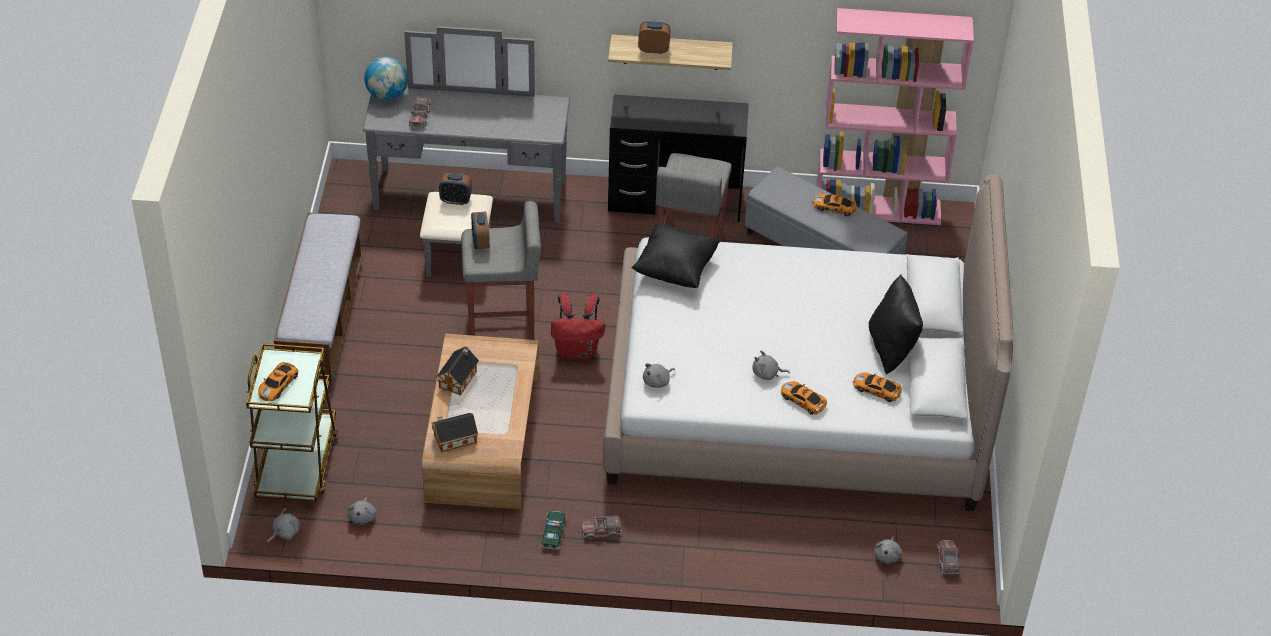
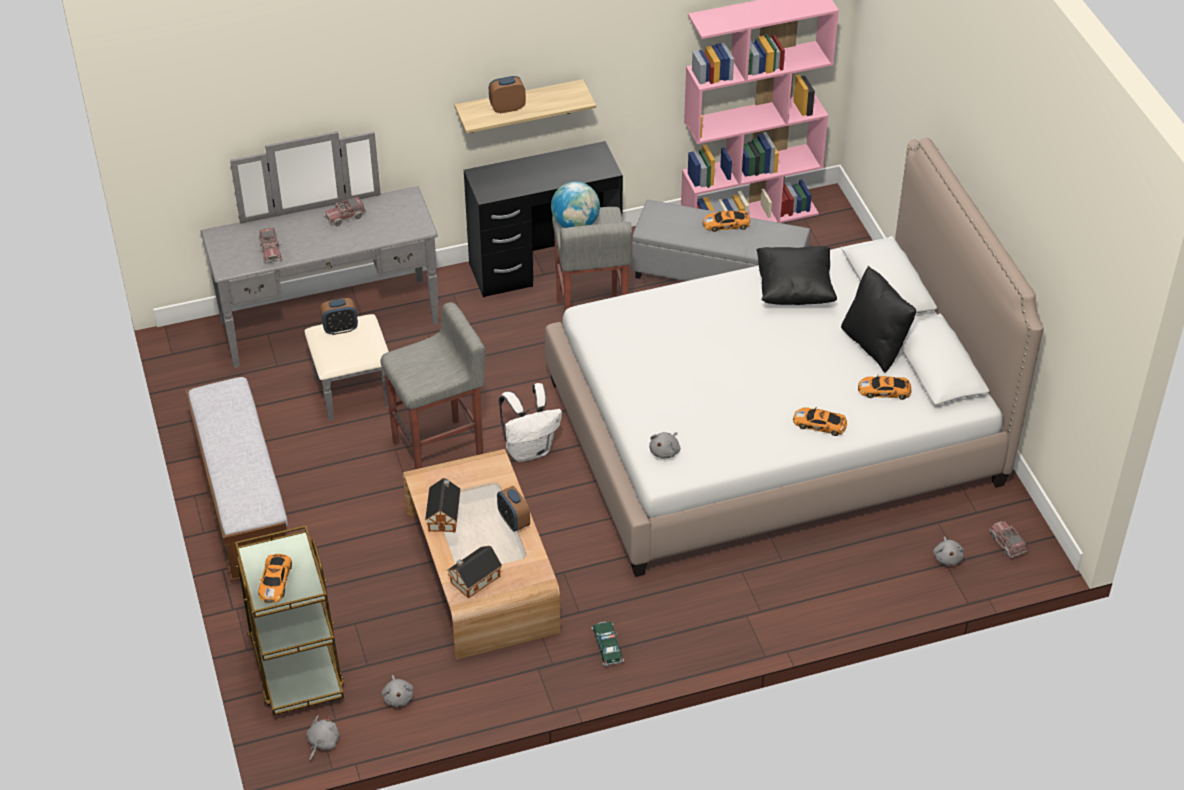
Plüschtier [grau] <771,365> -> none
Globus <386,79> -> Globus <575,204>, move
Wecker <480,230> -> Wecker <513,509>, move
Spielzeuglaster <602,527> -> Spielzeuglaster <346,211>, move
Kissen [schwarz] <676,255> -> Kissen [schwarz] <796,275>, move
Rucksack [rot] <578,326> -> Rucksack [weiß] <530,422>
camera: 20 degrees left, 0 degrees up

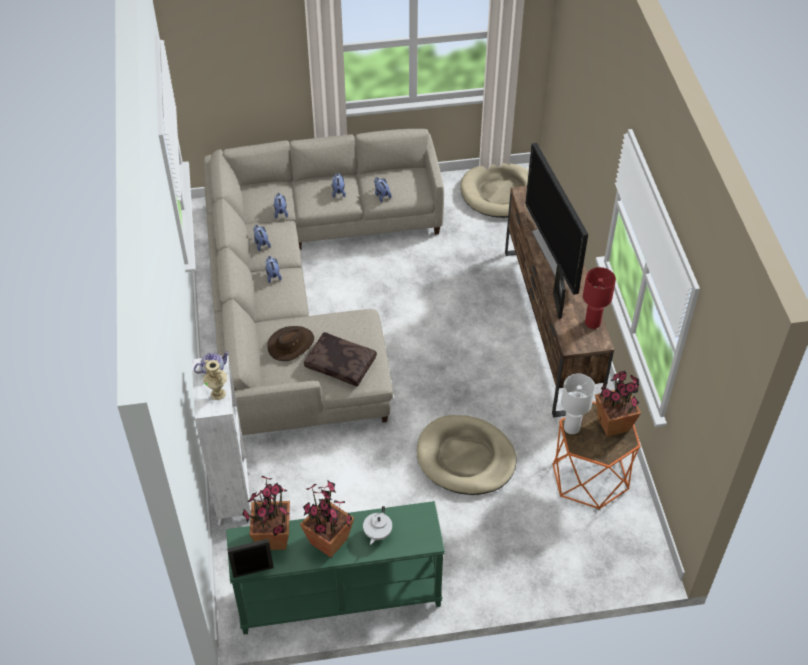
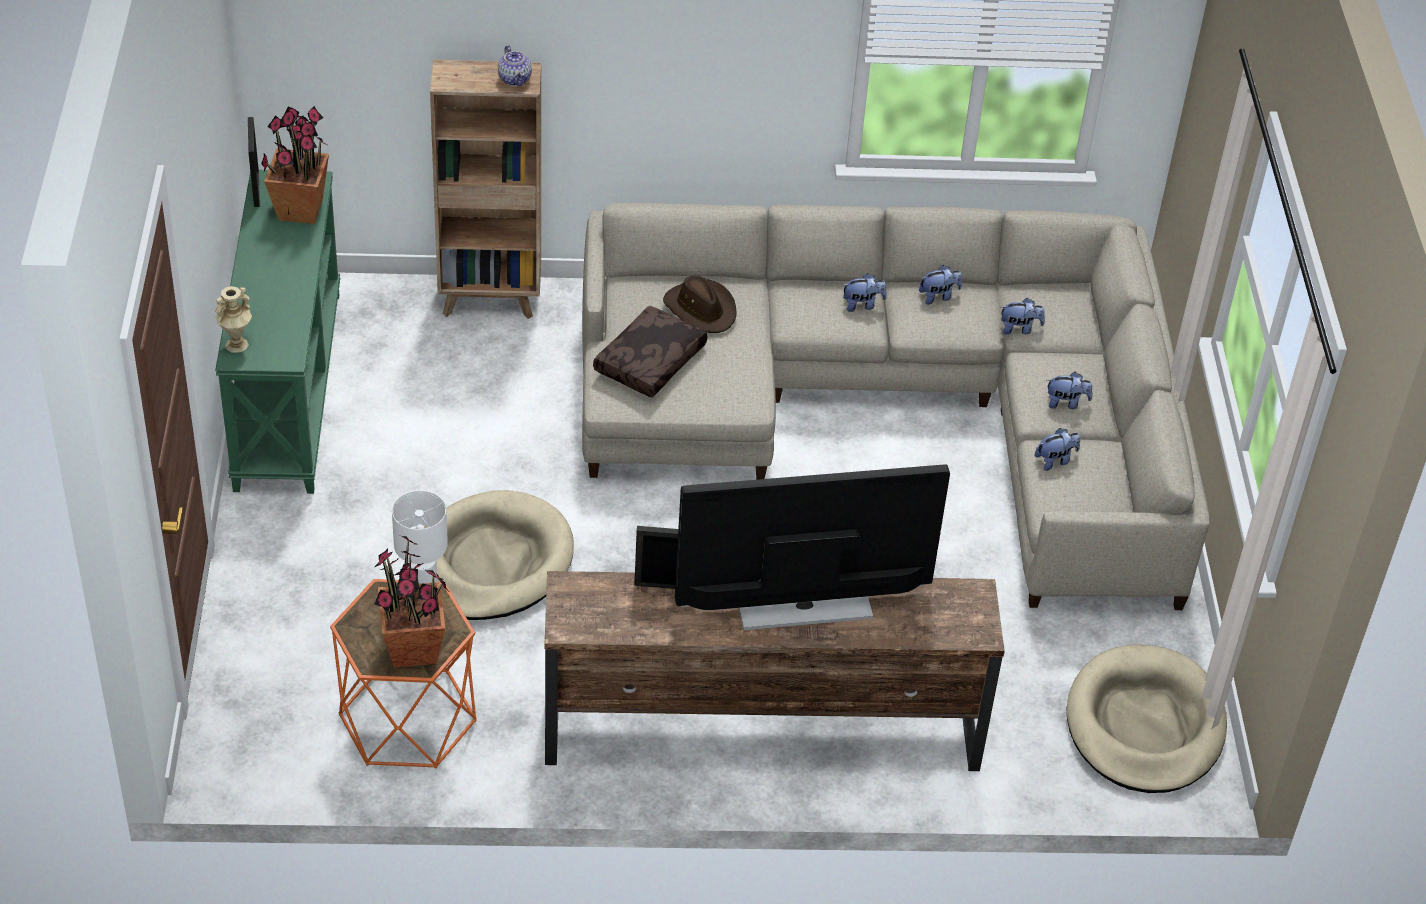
Topfpflanze <327,519> -> none
Teekanne [weiß] <377,525> -> none
Tischlampe [rot] <599,298> -> none
Vase [beige] <215,380> -> Vase [beige] <233,319>, move
Bücherregal [weiß] <221,440> -> Bücherregal [braun] <485,189>
camera: 95 degrees right, 5 degrees down

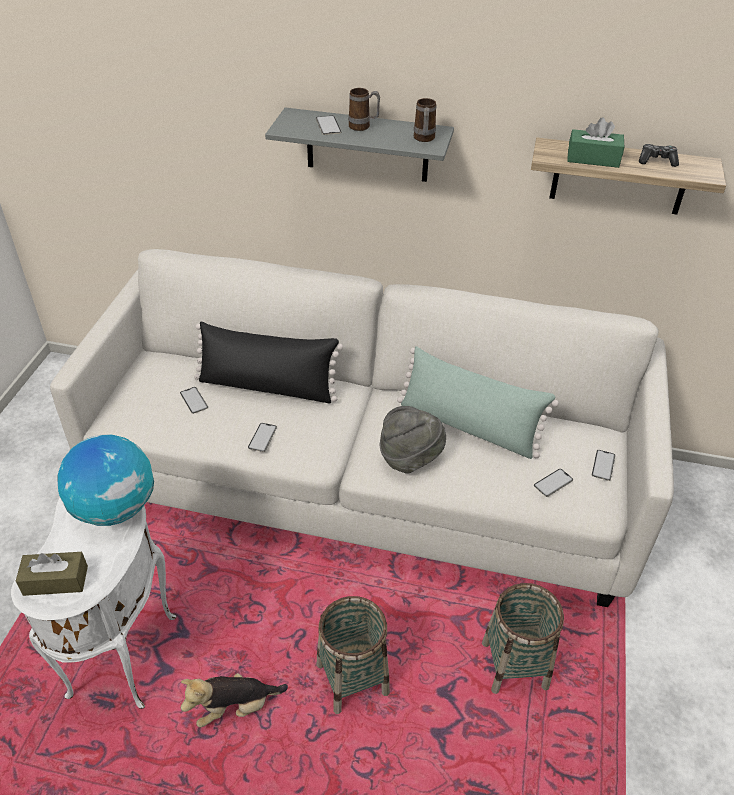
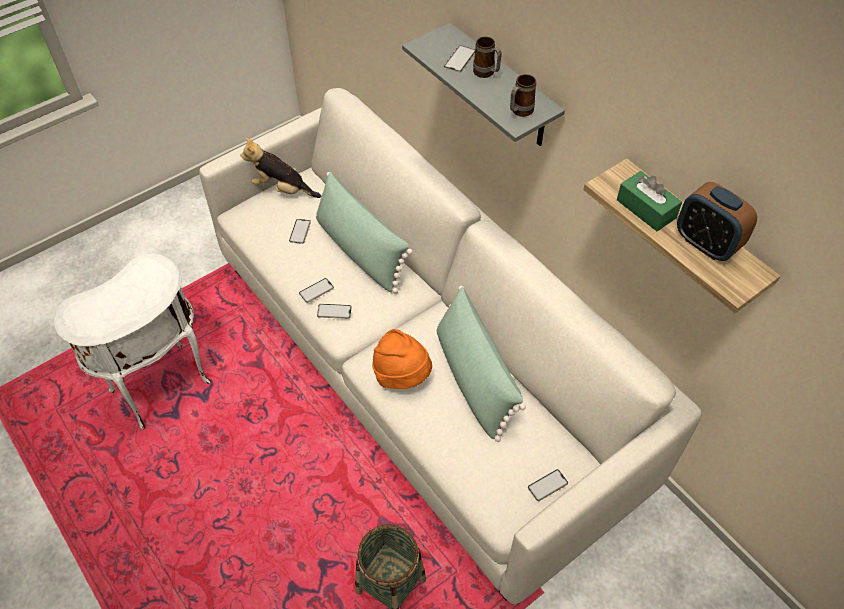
Taschentuchbox [braun] <52,574> -> none
Globus <105,480> -> none
Korb <353,655> -> none
Plüschtier <234,700> -> Plüschtier <280,168>, move
Handy <553,483> -> Handy <334,311>, move
Gamepad <659,155> -> Wecker <717,221>
Kissen [schwarz] <268,362> -> Kissen [grün] <364,232>
Hut [grau] <413,440> -> Hut [orange] <402,359>
camera: 40 degrees right, 10 degrees up

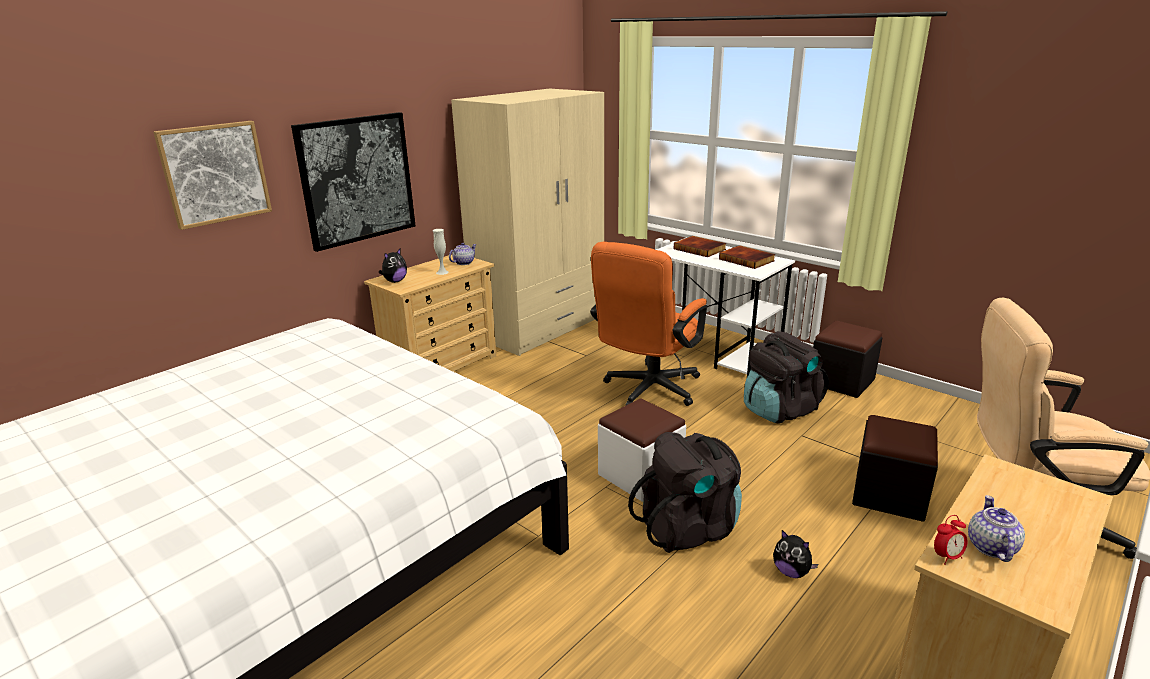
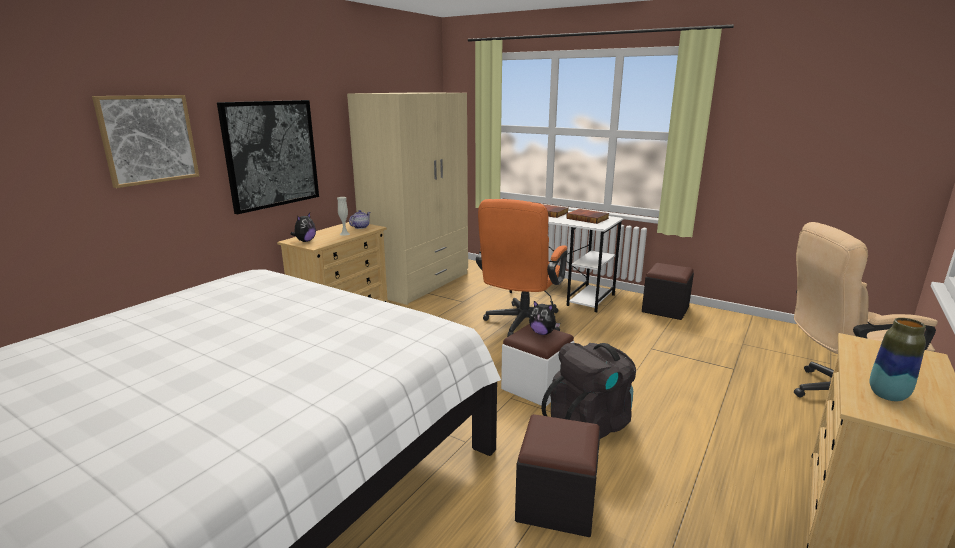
Rucksack [schwarz] <786,377> -> none
Wecker <951,540> -> none
Plüschtier <796,554> -> Plüschtier <544,318>, move
Polsterhocker [schwarz] <895,468> -> Polsterhocker [schwarz] <557,475>, move
Teekanne <996,528> -> Vase <897,359>
camera: 10 degrees left, 5 degrees down

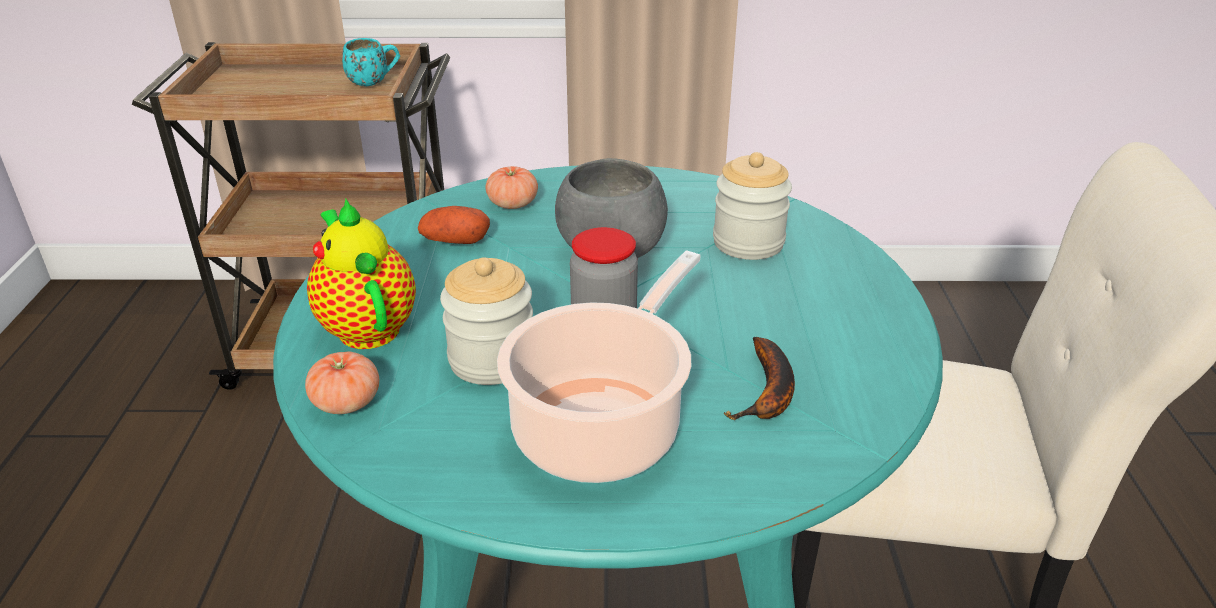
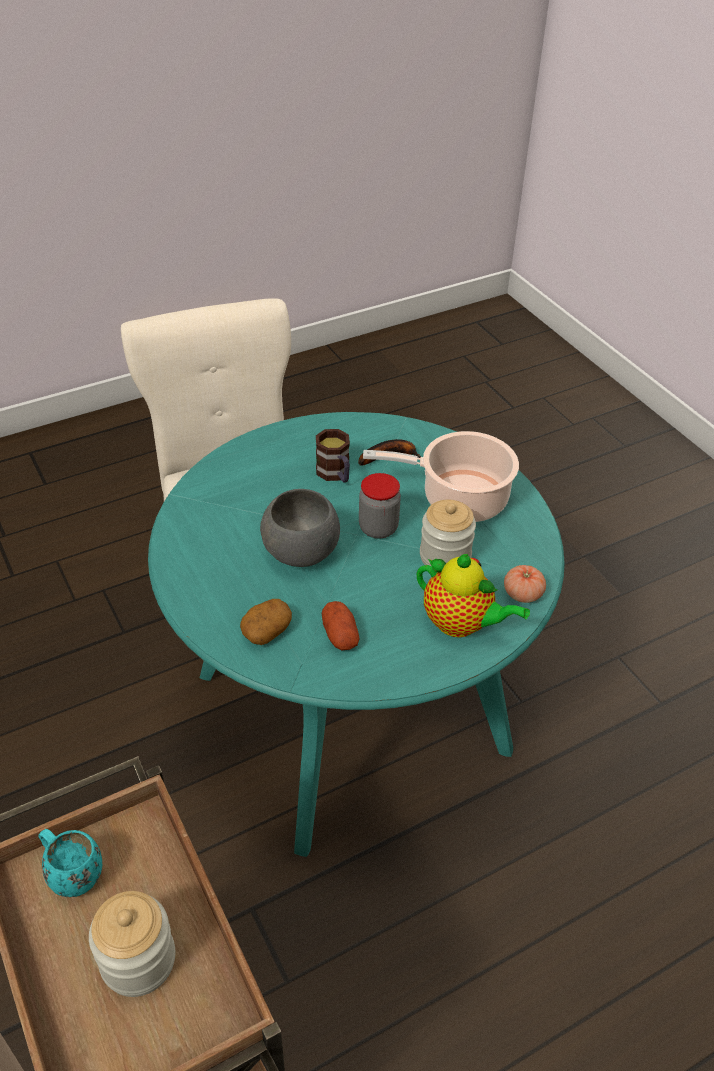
none -> Henkelbecher <333,456>
Vorratsglas <752,206> -> Vorratsglas <132,944>, move
Tomate <511,187> -> Kartoffel <266,622>
Teekanne <361,274> -> Teekanne <473,595>, 90 degrees counterclockwise
camera: 120 degrees left, 10 degrees up

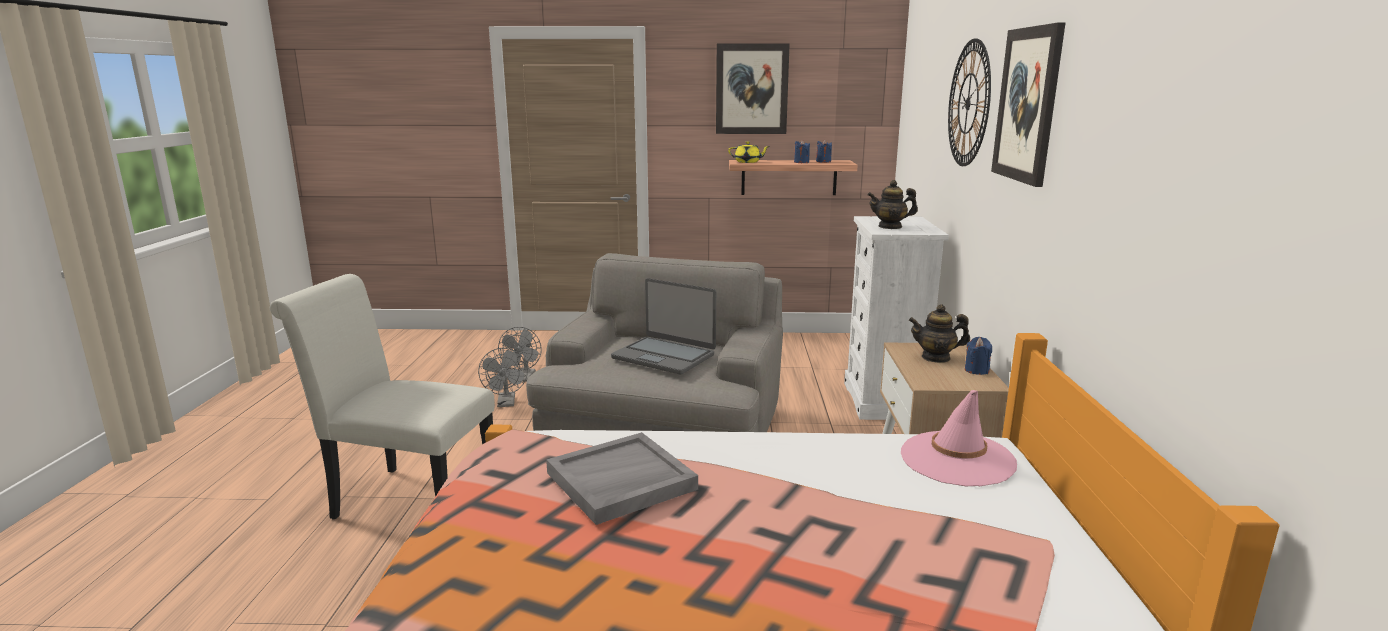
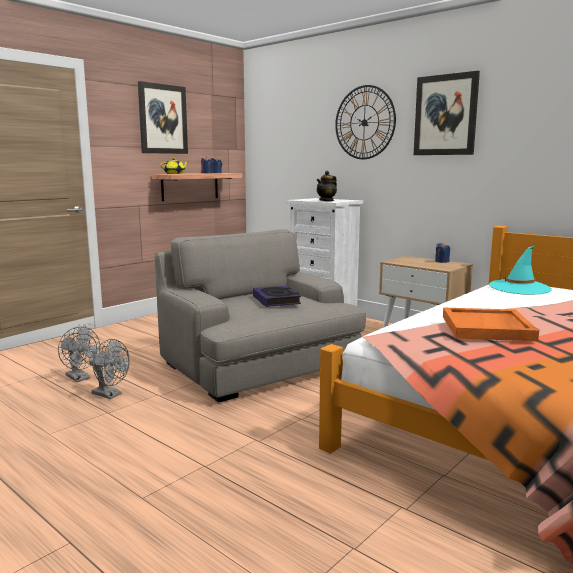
Stuhl [weiß] <382,396> -> none
Teekanne <939,333> -> none
Laptop <663,326> -> Buch <277,296>
Tablett [grau] <622,478> -> Tablett [orange] <491,324>
Hut [rosa] <959,438> -> Hut [türkis] <520,270>
camera: 50 degrees left, 5 degrees down

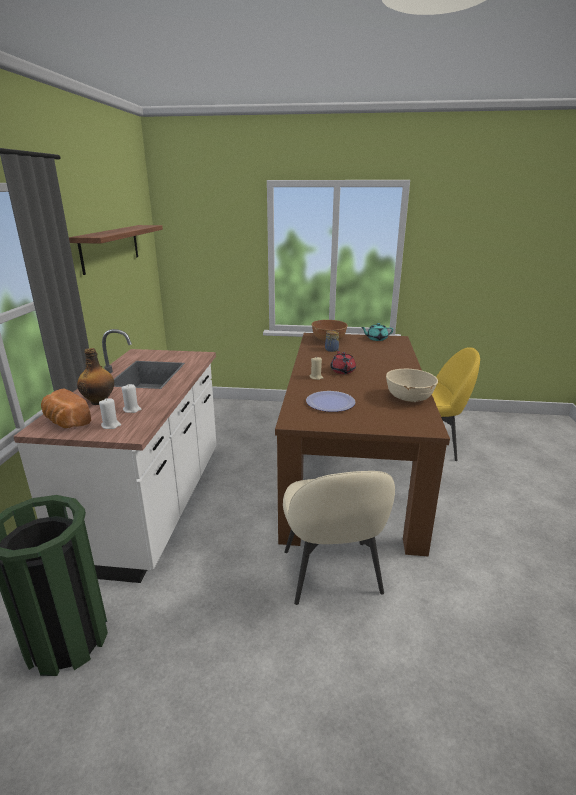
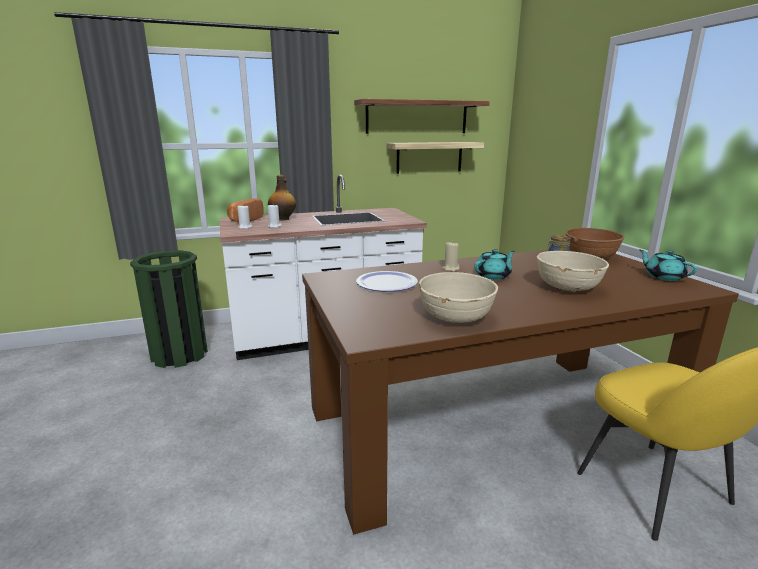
Stuhl [beige] <339,538> -> none
none -> Wandregal <435,158>
none -> Schüssel [beige] <573,272>
Teekanne [rot] <343,362> -> Teekanne [türkis] <494,264>
camera: 65 degrees right, 5 degrees down

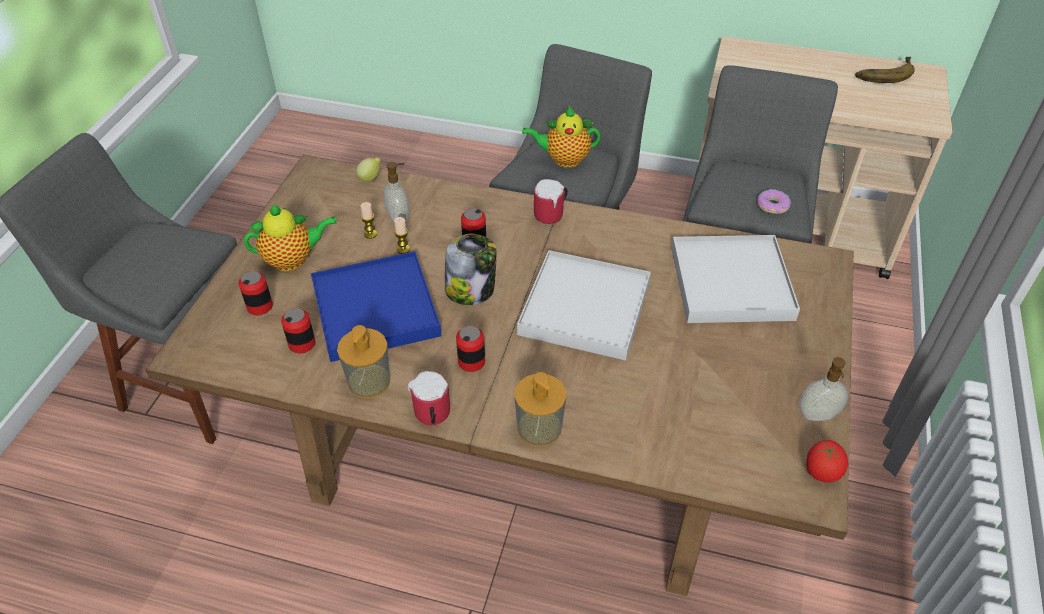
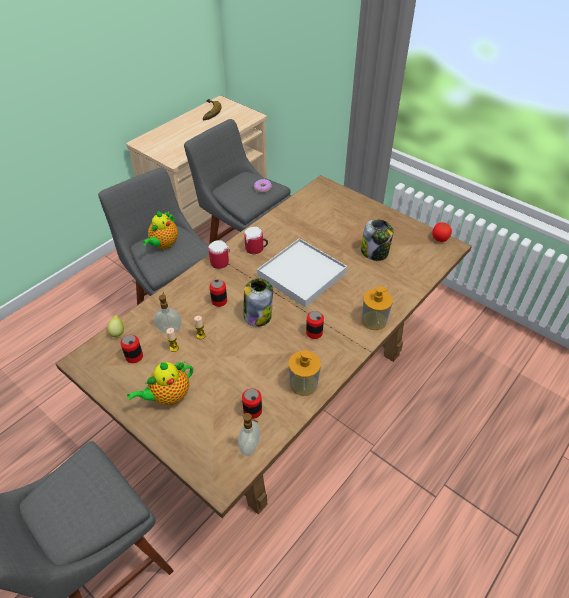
Tablett [blau] <376,306> -> none
Tablett [weiß] <735,279> -> none
none -> Vorratsglas <377,240>
Dose <256,293> -> Dose <132,349>, move
Henkelbecher <428,398> -> Henkelbecher <256,240>, move
Seifenspender <823,389> -> Seifenspender <249,434>, move
Teekanne <290,237> -> Teekanne <160,383>, 135 degrees counterclockwise
camera: 65 degrees left, 0 degrees up

